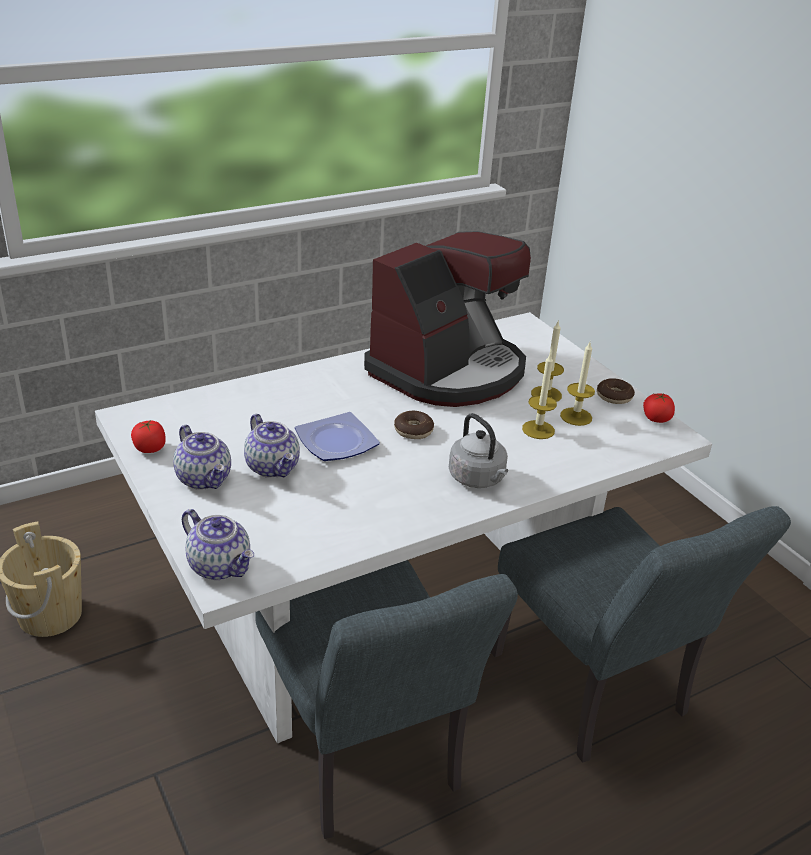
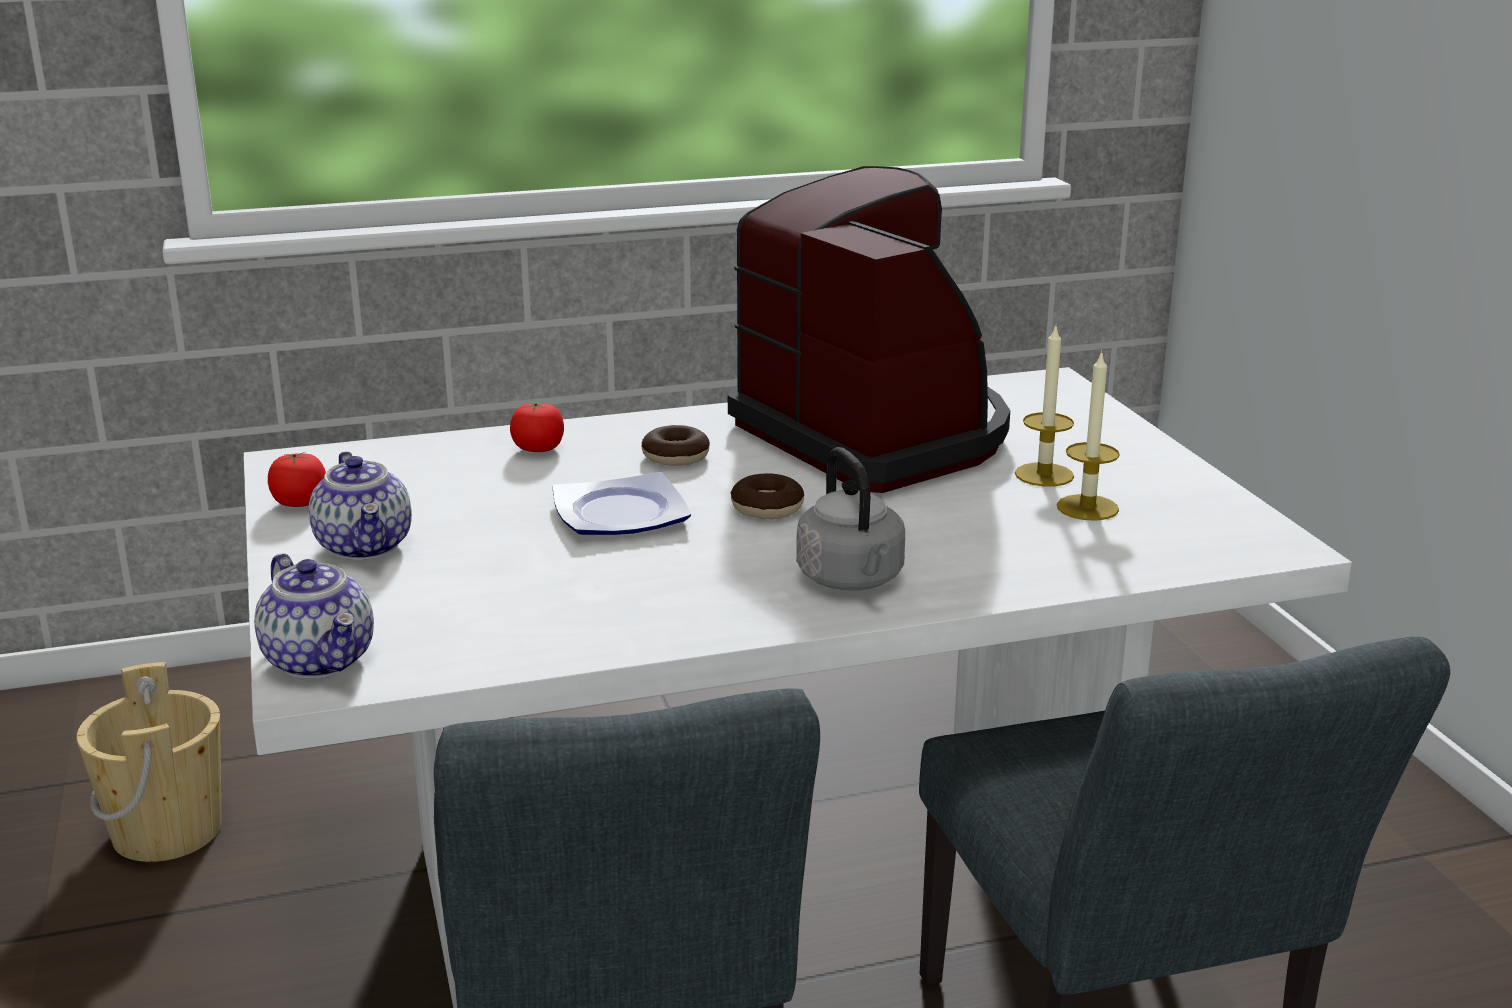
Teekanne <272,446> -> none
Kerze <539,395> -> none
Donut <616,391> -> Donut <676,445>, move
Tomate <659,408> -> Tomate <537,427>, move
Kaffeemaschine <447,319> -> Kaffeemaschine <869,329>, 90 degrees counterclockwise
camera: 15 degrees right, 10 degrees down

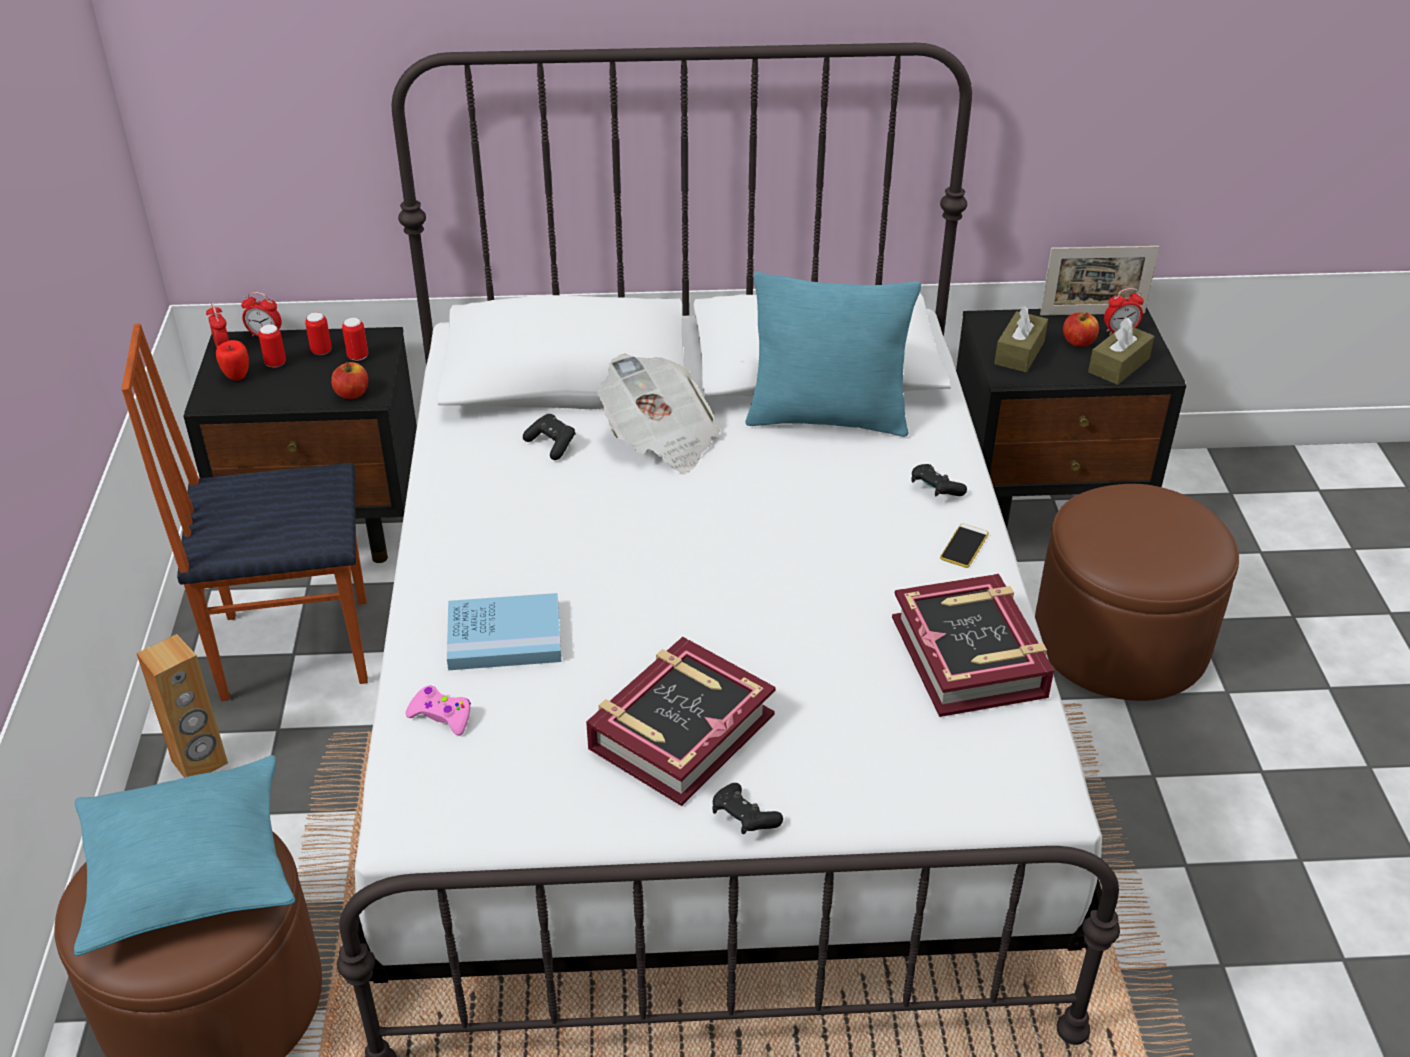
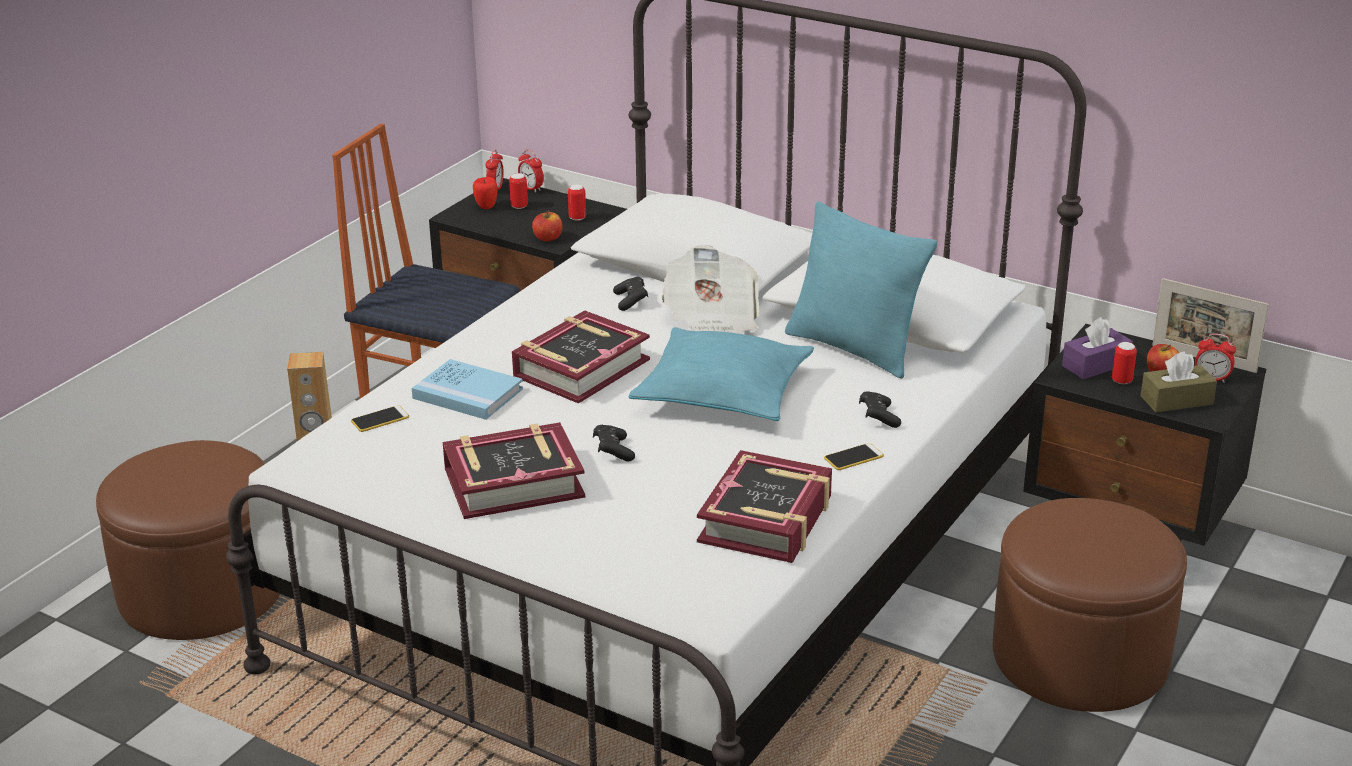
none -> Buch <581,357>
Kissen [türkis] <184,855> -> Kissen [türkis] <721,374>, move
Dose <318,333> -> Dose <1124,363>, move
Gamepad [schwarz] <747,808> -> Gamepad [schwarz] <614,443>, move
Gamepad [rosa] <438,710> -> Handy <380,418>
Taschentuchbox [braun] <1021,338> -> Taschentuchbox [lila] <1097,348>
camera: 35 degrees right, 10 degrees down

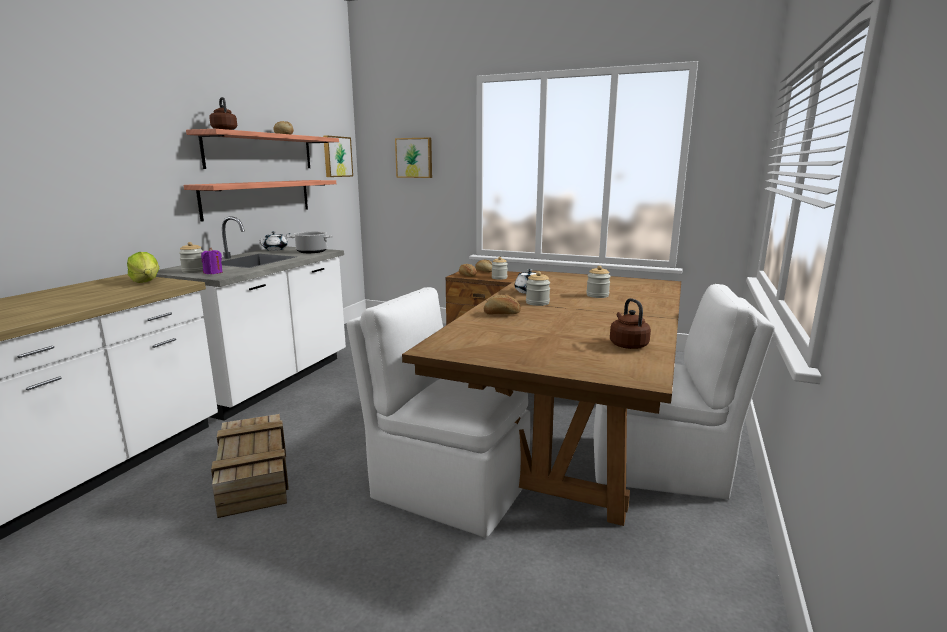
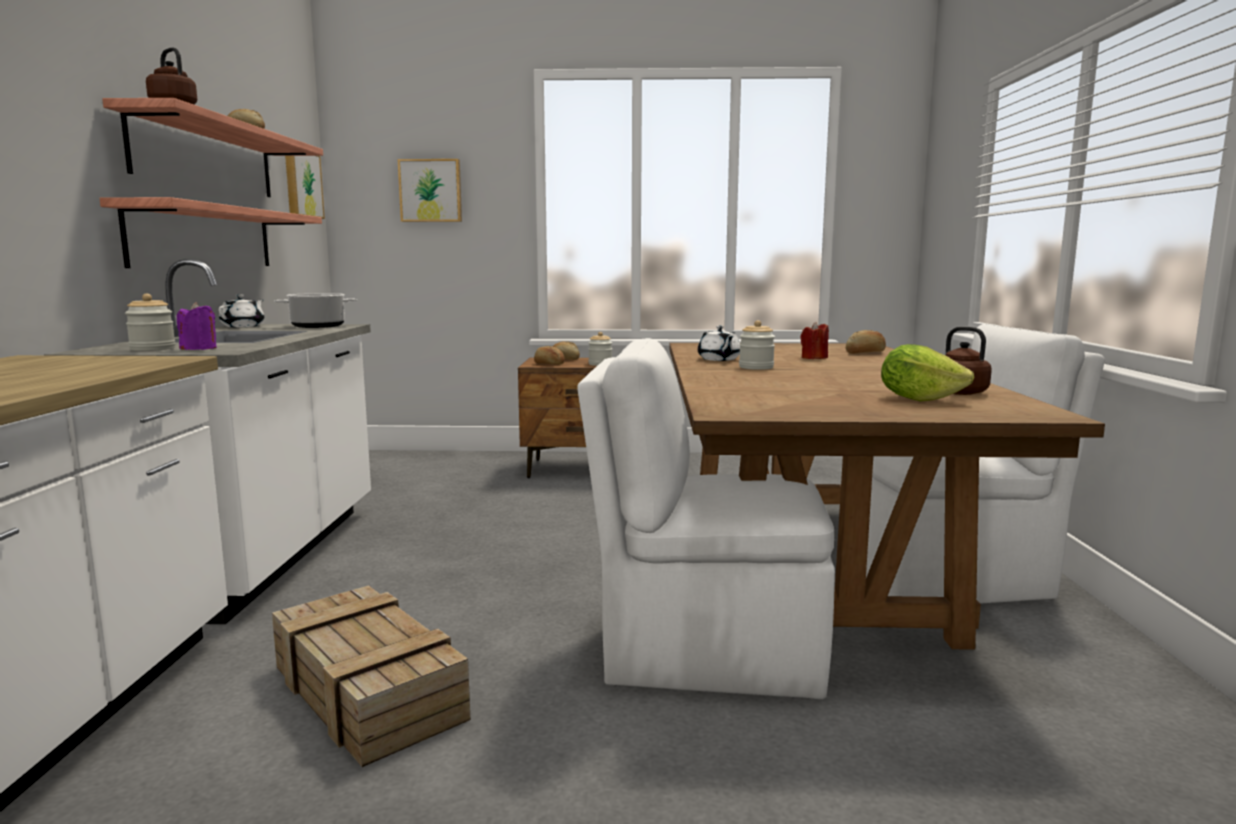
Salatkopf <143,267> -> Salatkopf <927,373>, move
Brot <502,305> -> Brot <866,342>, move
Vorratsglas <598,282> -> Kerze [rot] <815,340>
camera: 20 degrees left, 5 degrees down

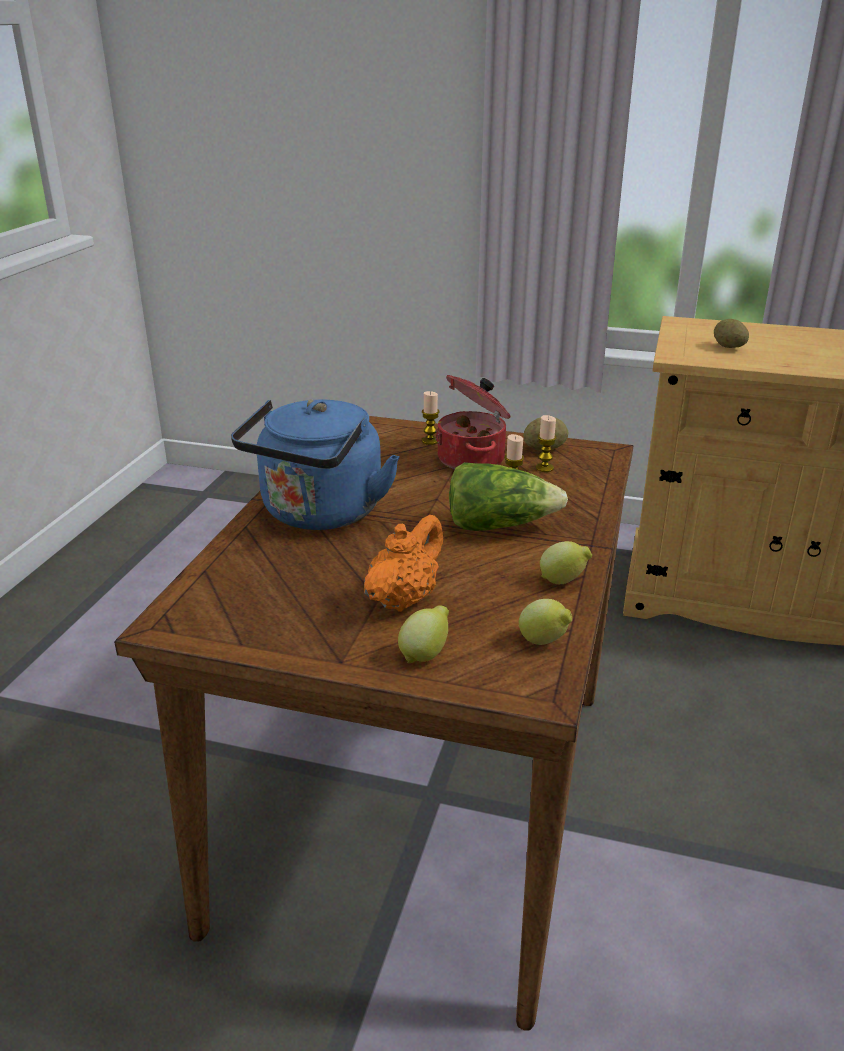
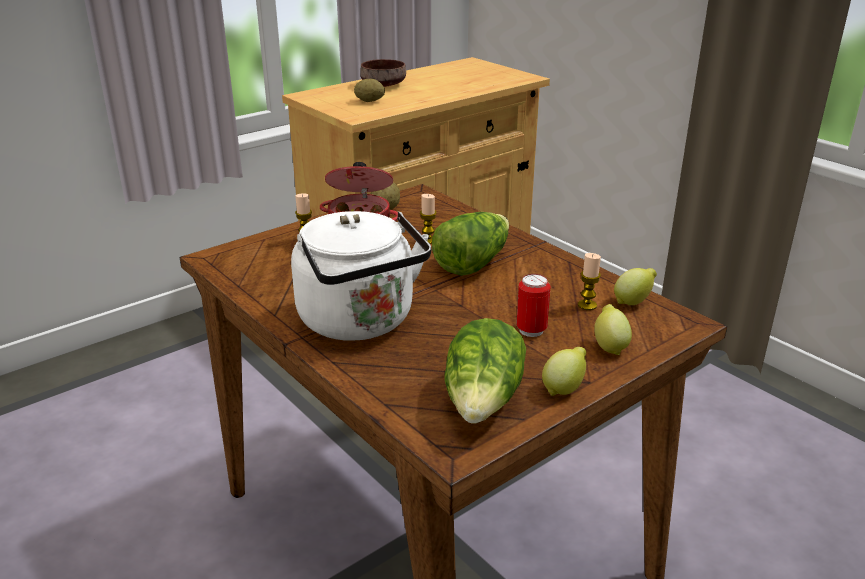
none -> Schüssel [braun] <383,73>
none -> Salatkopf <485,371>
Kerze <546,443> -> Kerze <589,281>, move
Zitrone <566,562> -> Zitrone <564,371>, move
Teekanne [orange] <403,563> -> Dose <534,305>
Wasserkessel [blau] <315,464> -> Wasserkessel [weiß] <361,275>
camera: 55 degrees left, 0 degrees up

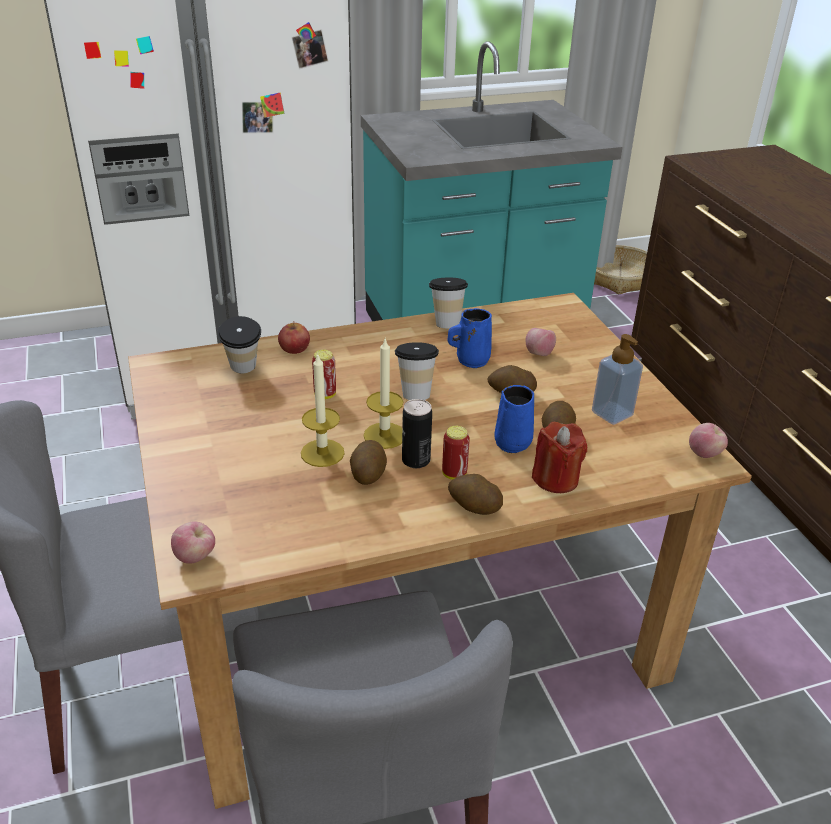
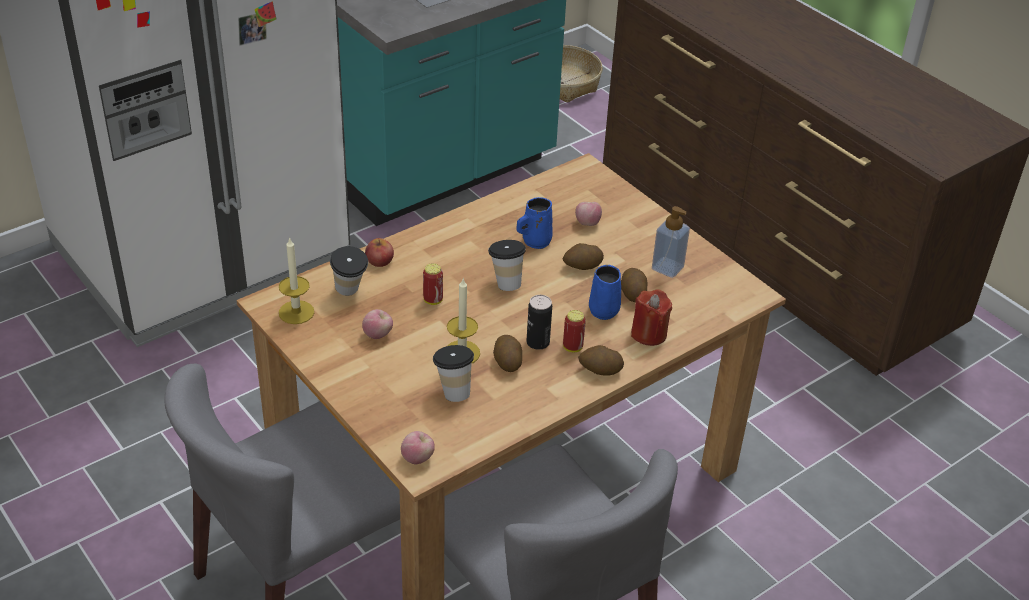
Kerze <383,393> -> Kerze <296,280>, move
Tasse <448,303> -> Tasse <453,373>, move
Apfel <708,440> -> Apfel <377,324>, move
camera: 20 degrees left, 5 degrees up

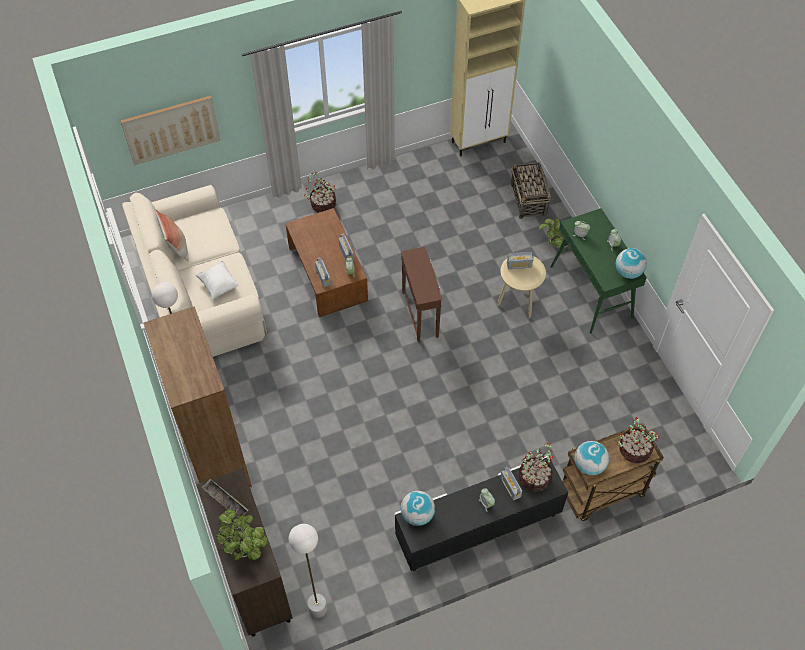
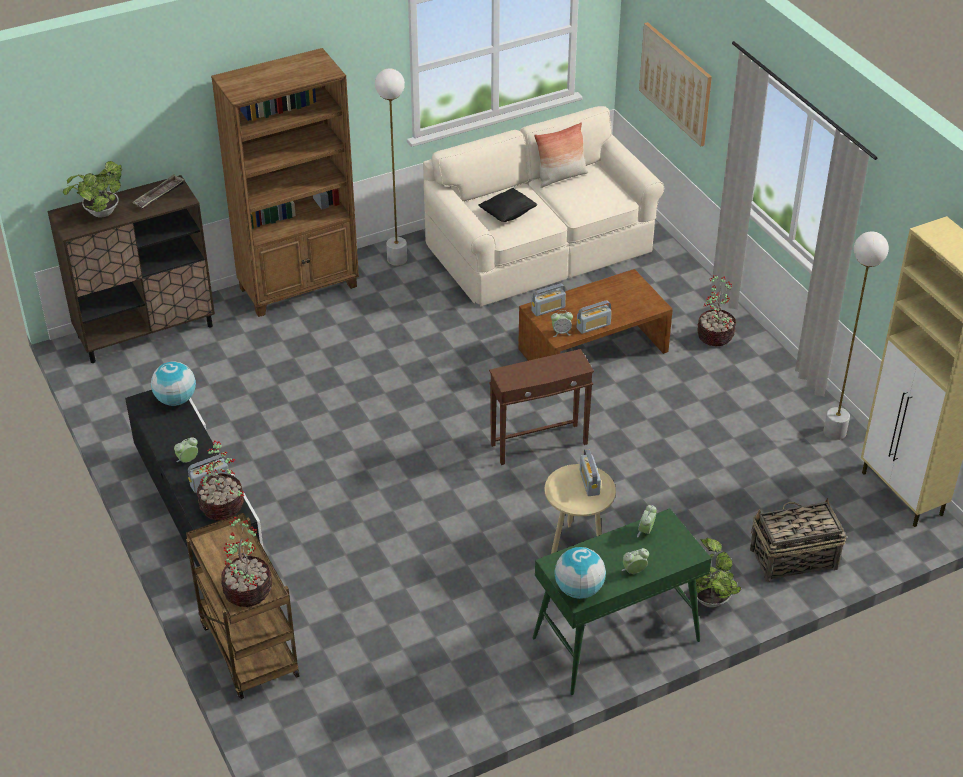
Globus <591,458> -> none
Stehlampe [weiß] <307,571> -> Stehlampe [weiß] <856,335>, move
Kissen [weiß] <217,280> -> Kissen [schwarz] <508,205>
camera: 85 degrees right, 15 degrees down

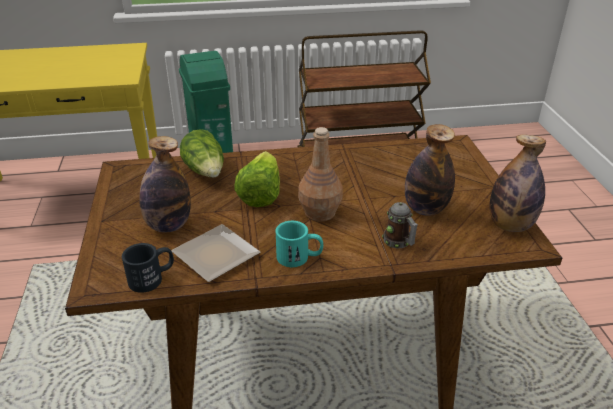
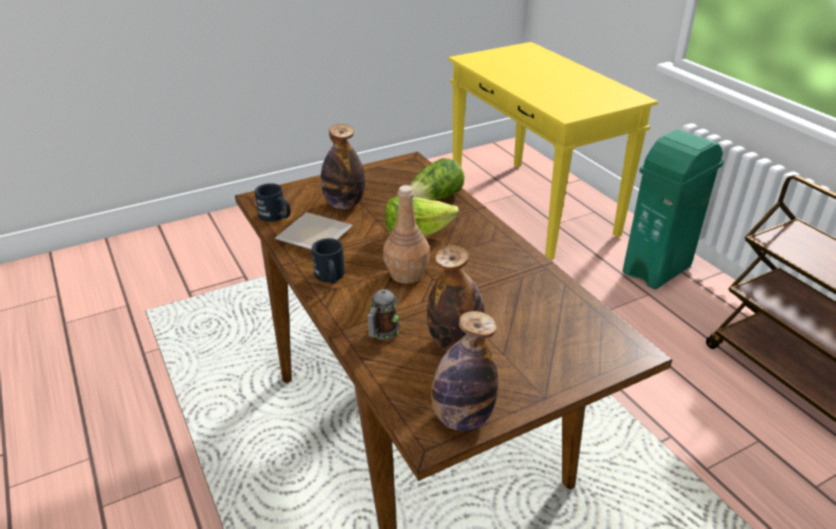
Henkelbecher [türkis] <299,244> -> Henkelbecher [schwarz] <328,261>
camera: 70 degrees right, 0 degrees up

